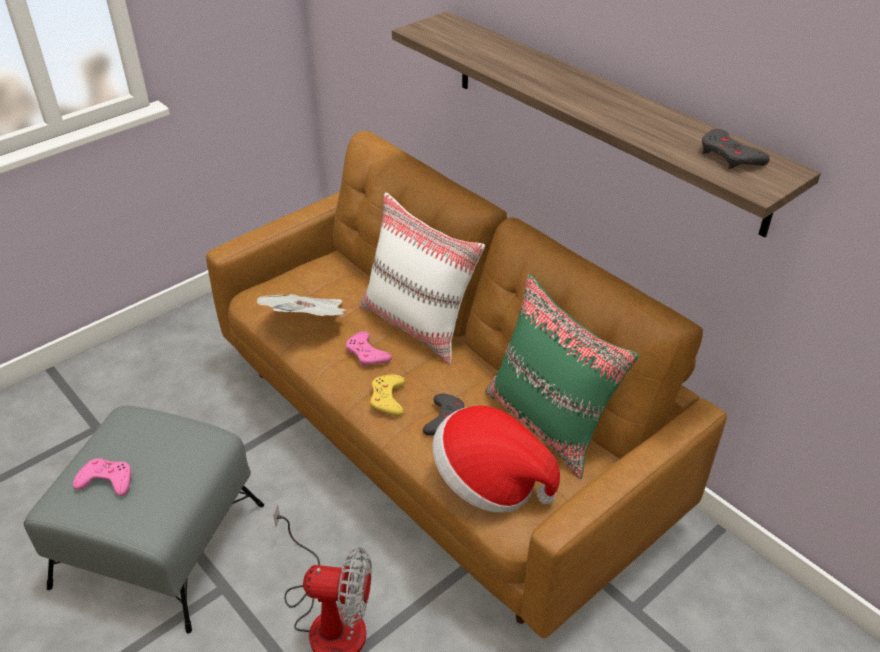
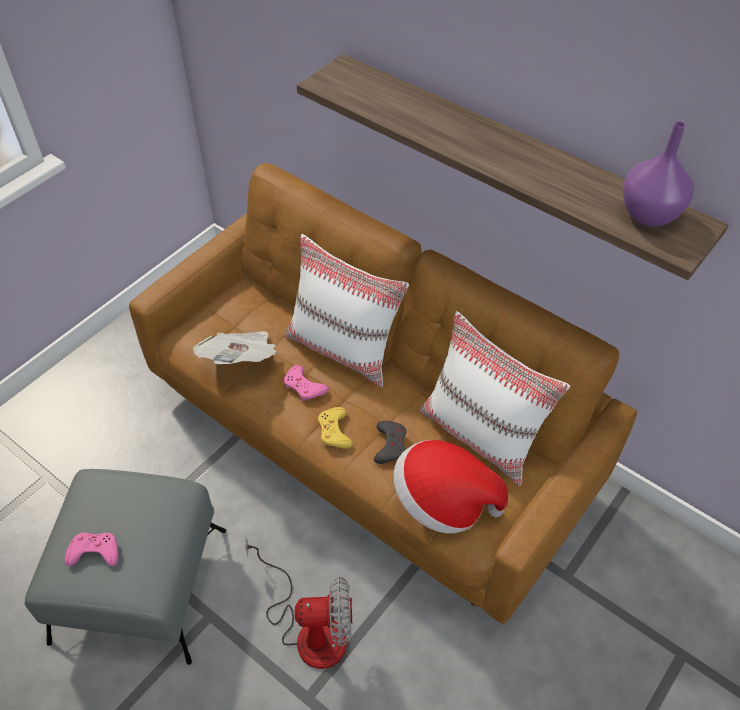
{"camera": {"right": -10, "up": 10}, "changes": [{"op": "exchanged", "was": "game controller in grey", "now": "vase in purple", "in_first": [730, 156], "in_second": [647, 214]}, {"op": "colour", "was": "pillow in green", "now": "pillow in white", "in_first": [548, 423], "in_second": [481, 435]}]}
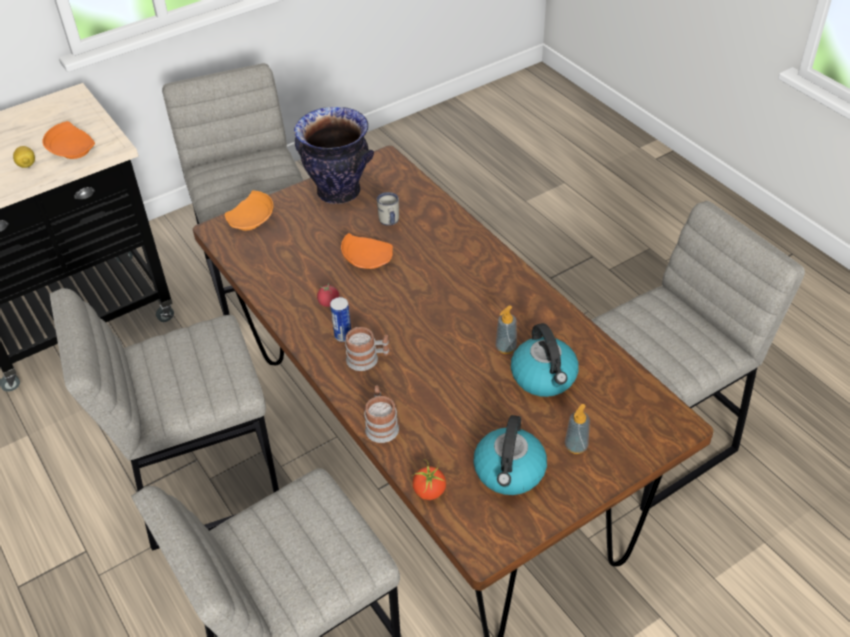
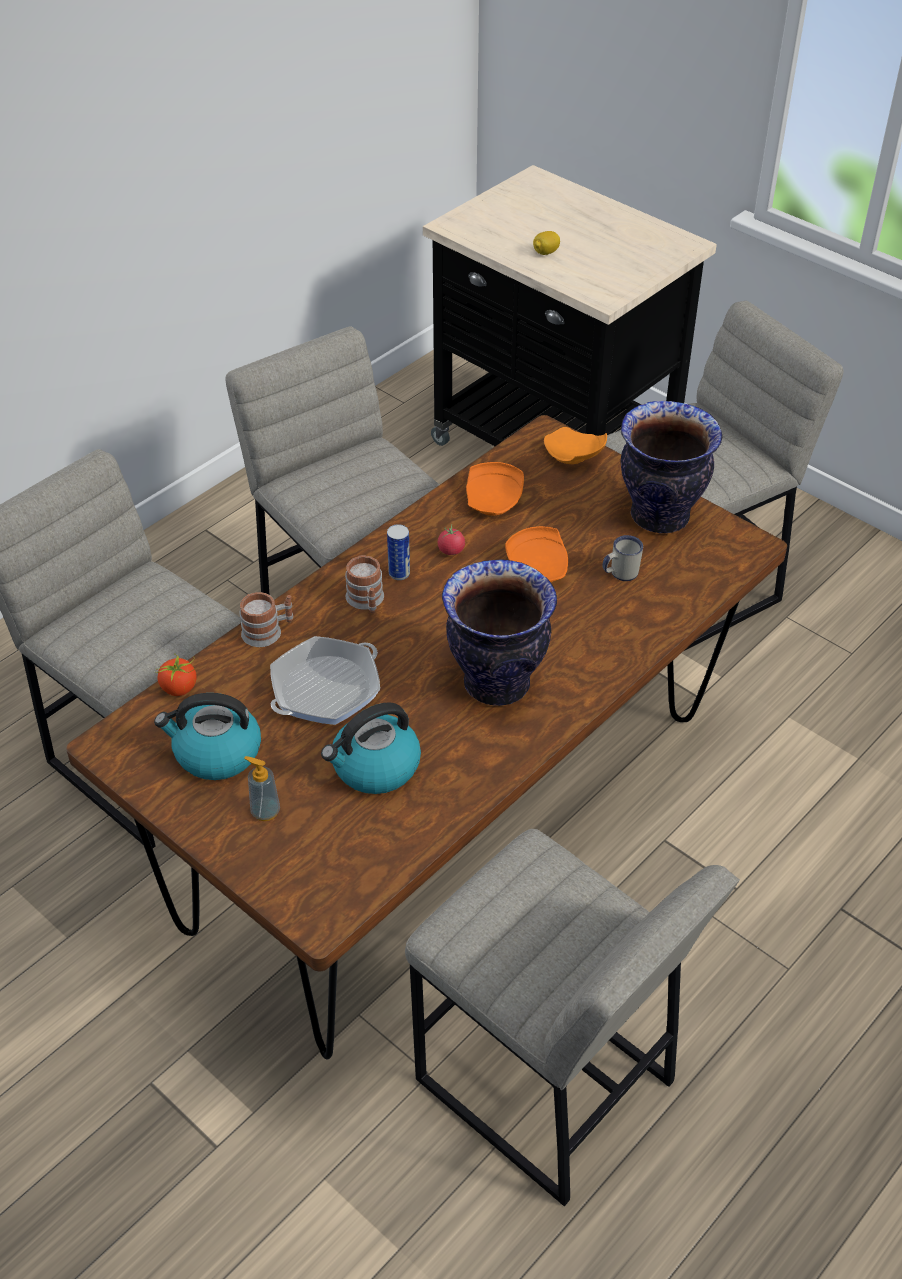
{"camera": {"right": 75, "up": 0}, "changes": [{"op": "missing", "was": "soap dispenser", "in_first": [505, 347]}, {"op": "appeared", "now": "frying pan", "in_second": [325, 688]}, {"op": "appeared", "now": "vase", "in_second": [498, 683]}, {"op": "relocated", "was": "plate in orange", "in_first": [73, 150], "in_second": [494, 500]}]}
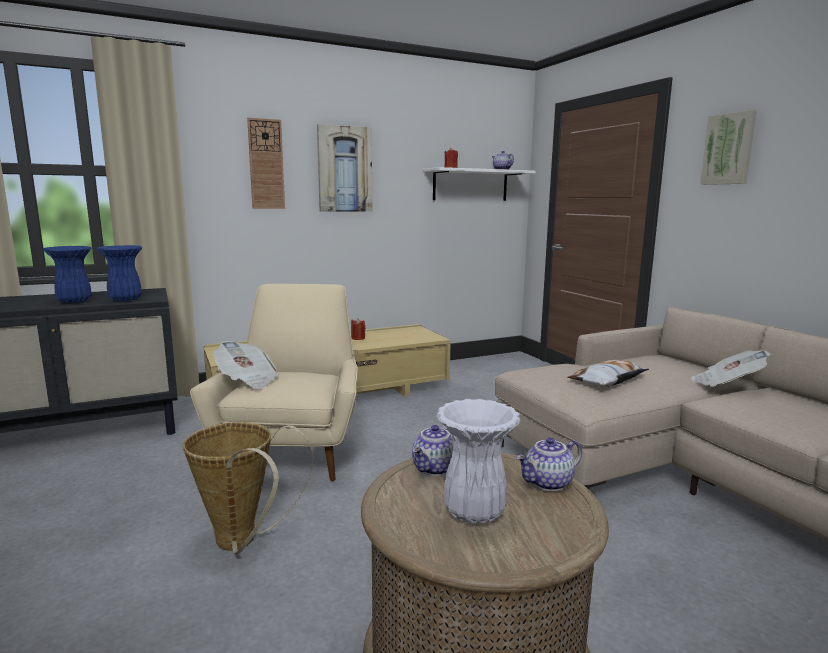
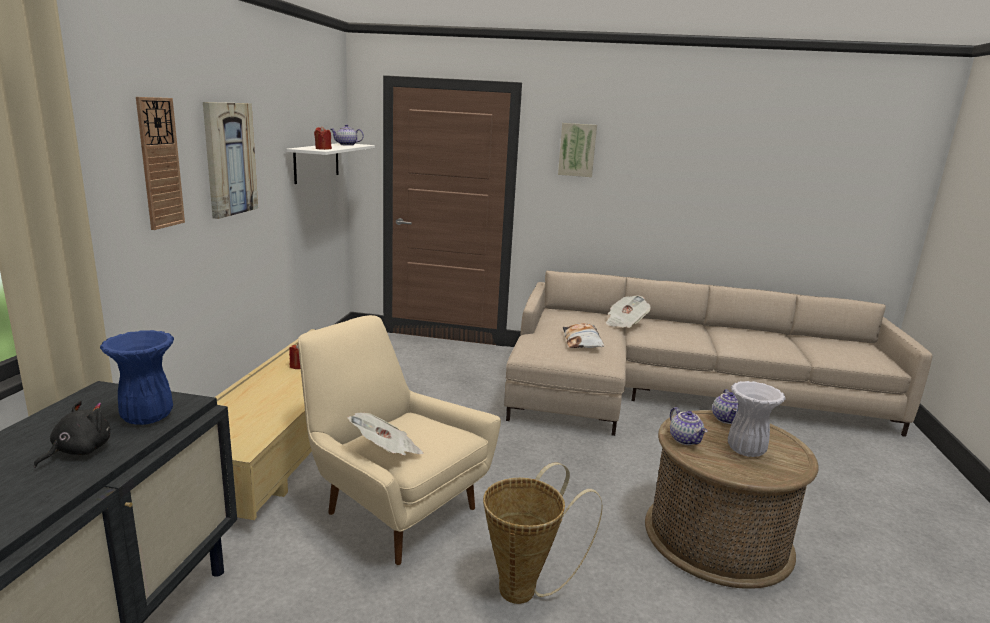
{"camera": {"right": -55, "up": 5}, "changes": [{"op": "exchanged", "was": "vase in blue", "now": "plush toy in black", "in_first": [74, 301], "in_second": [79, 451]}]}
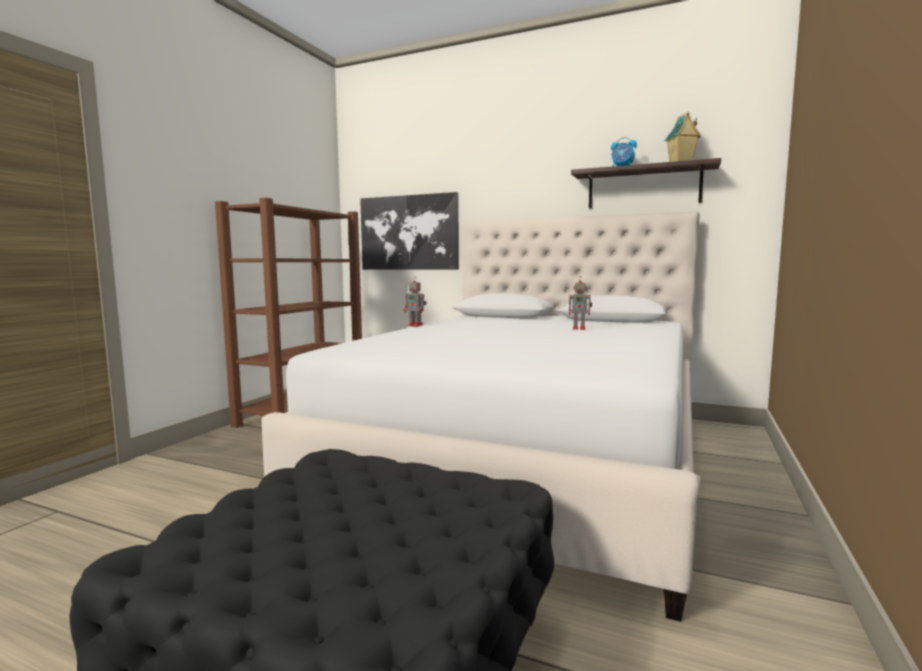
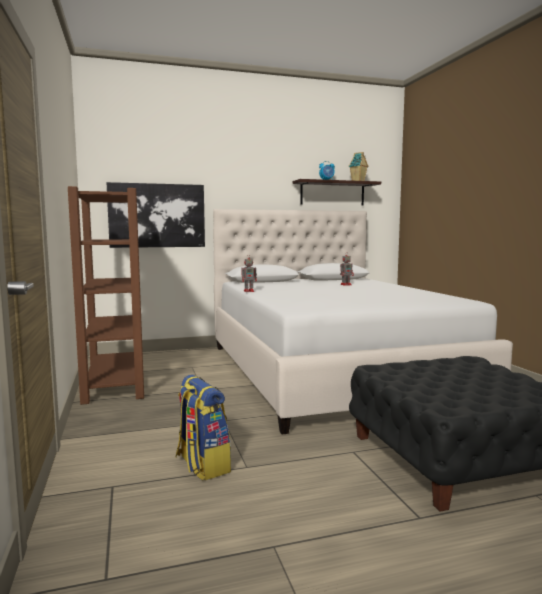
{"camera": {"right": -40, "up": 0}, "changes": [{"op": "appeared", "now": "backpack", "in_second": [202, 465]}]}
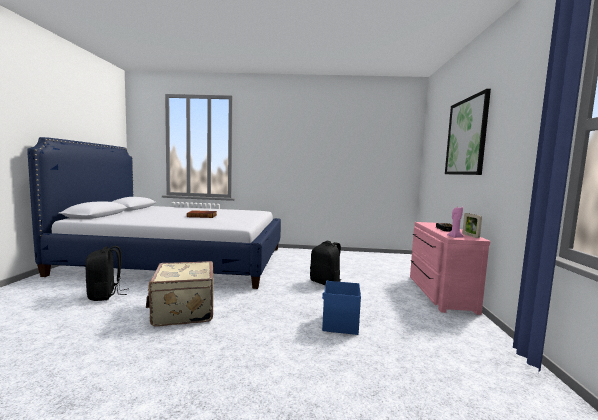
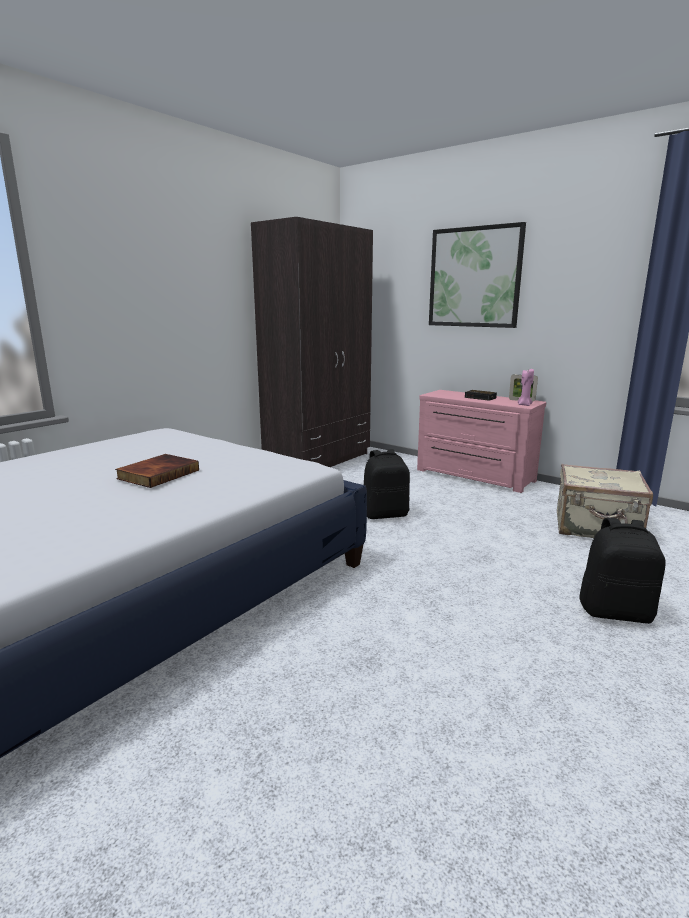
{"camera": {"right": -55, "up": 10}, "changes": [{"op": "missing", "was": "storage box in blue", "in_first": [340, 324]}, {"op": "appeared", "now": "wardrobe in brown", "in_second": [319, 460]}, {"op": "relocated", "was": "backpack in black", "in_first": [105, 295], "in_second": [616, 612]}, {"op": "relocated", "was": "suitcase in beige", "in_first": [183, 311], "in_second": [597, 528]}]}
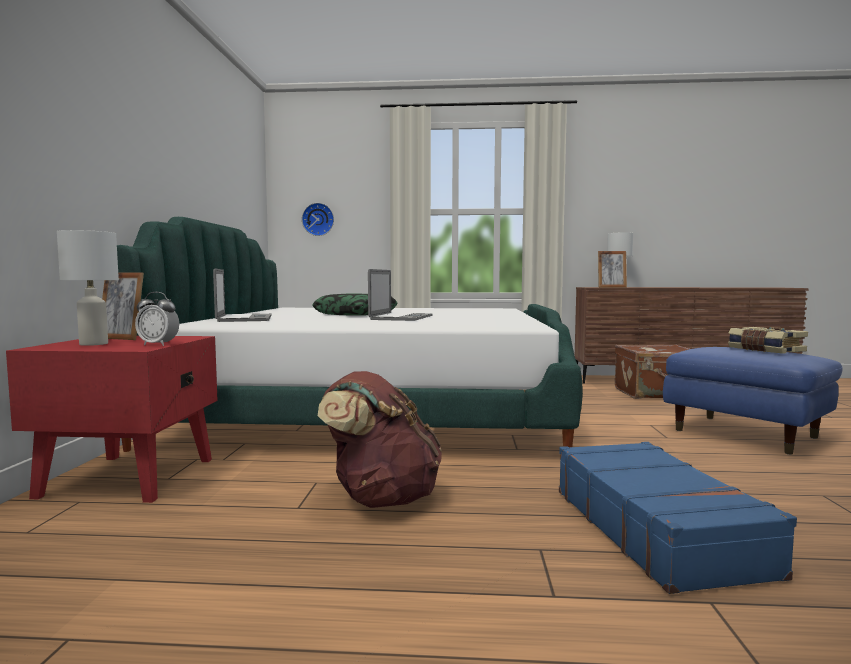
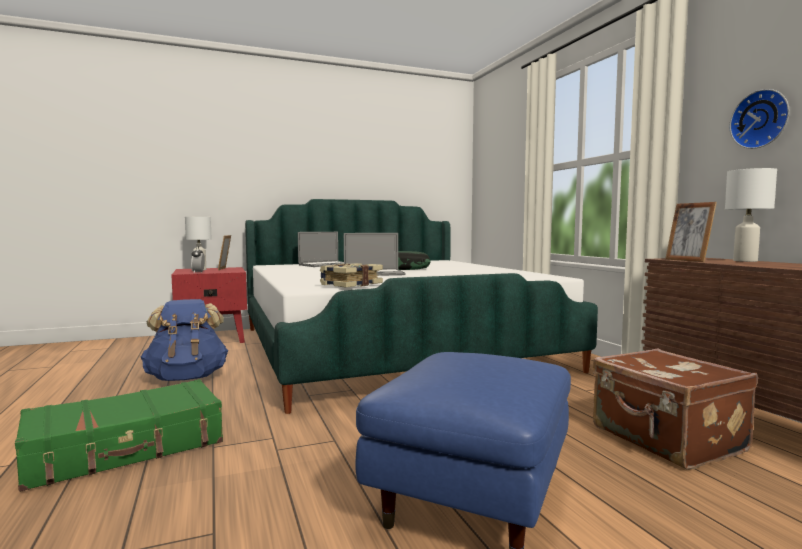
{"camera": {"right": 65, "up": 0}, "changes": [{"op": "relocated", "was": "wall clock", "in_first": [318, 219], "in_second": [761, 119]}, {"op": "relocated", "was": "book", "in_first": [765, 350], "in_second": [350, 284]}, {"op": "colour", "was": "backpack in brown", "now": "backpack in blue", "in_first": [381, 498], "in_second": [187, 378]}, {"op": "colour", "was": "suitcase in blue", "now": "suitcase in green", "in_first": [656, 529], "in_second": [126, 448]}]}
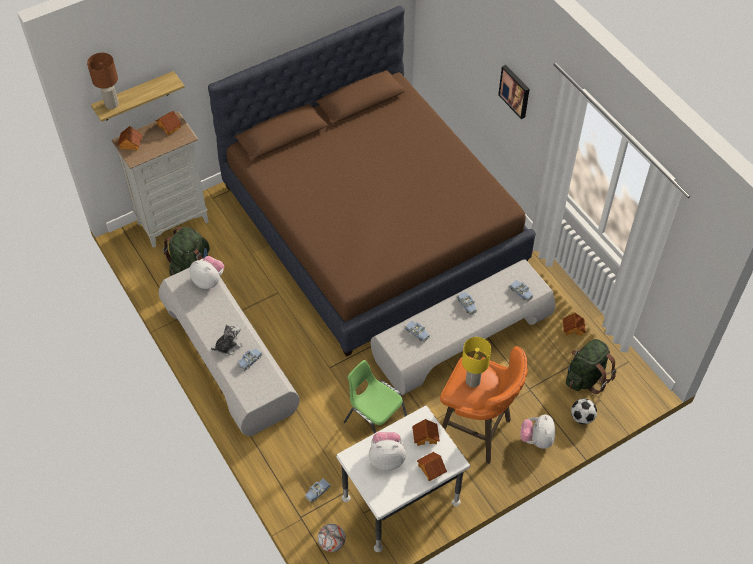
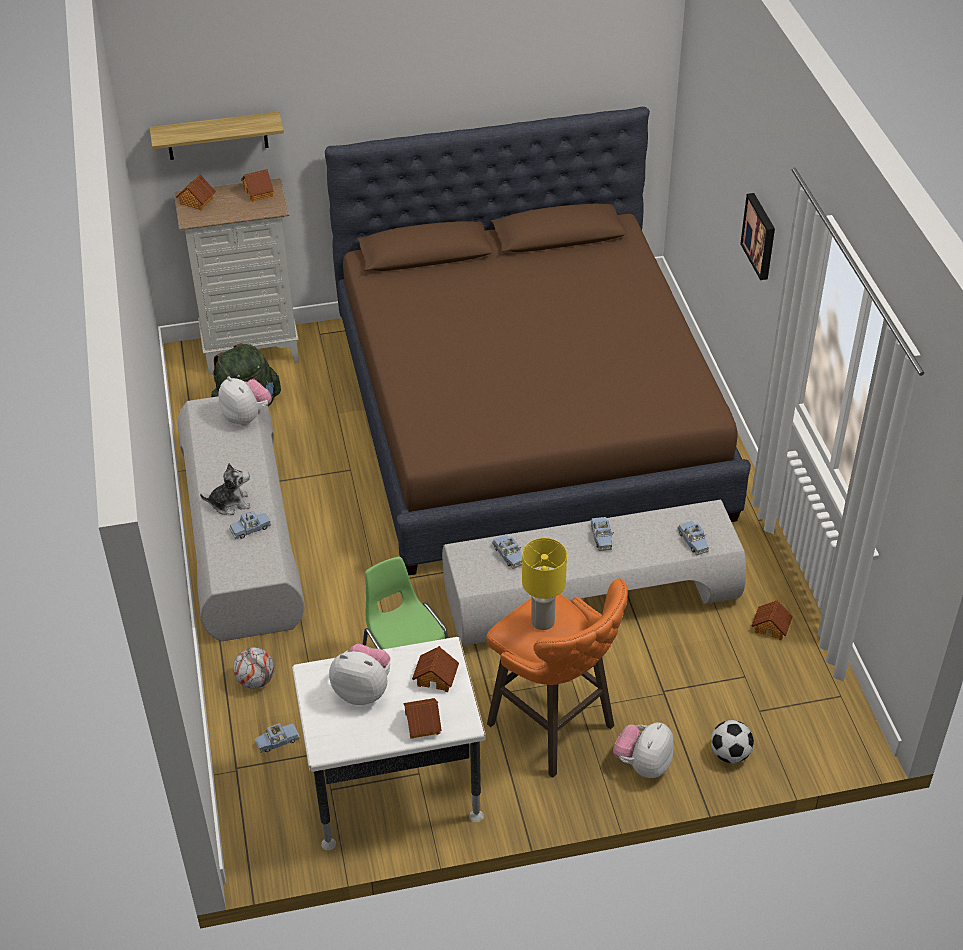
{"camera": {"right": 20, "up": -10}, "changes": [{"op": "missing", "was": "table lamp in brown", "in_first": [112, 104]}, {"op": "missing", "was": "backpack in green", "in_first": [586, 377]}, {"op": "relocated", "was": "football", "in_first": [332, 543], "in_second": [256, 680]}]}
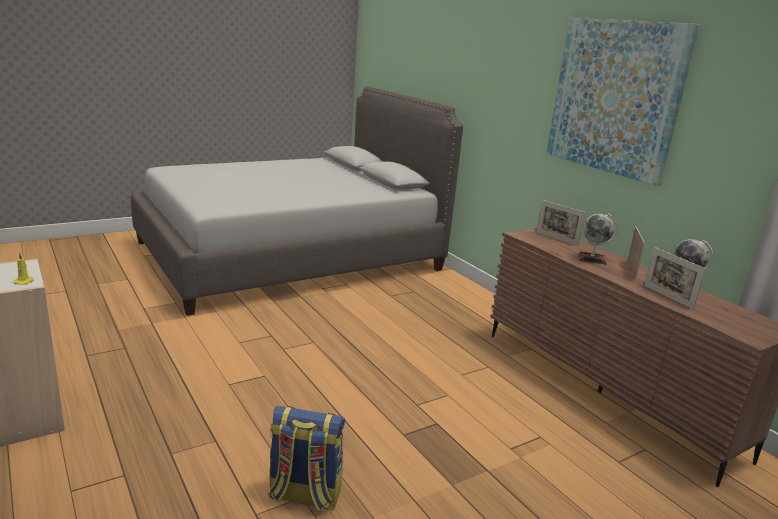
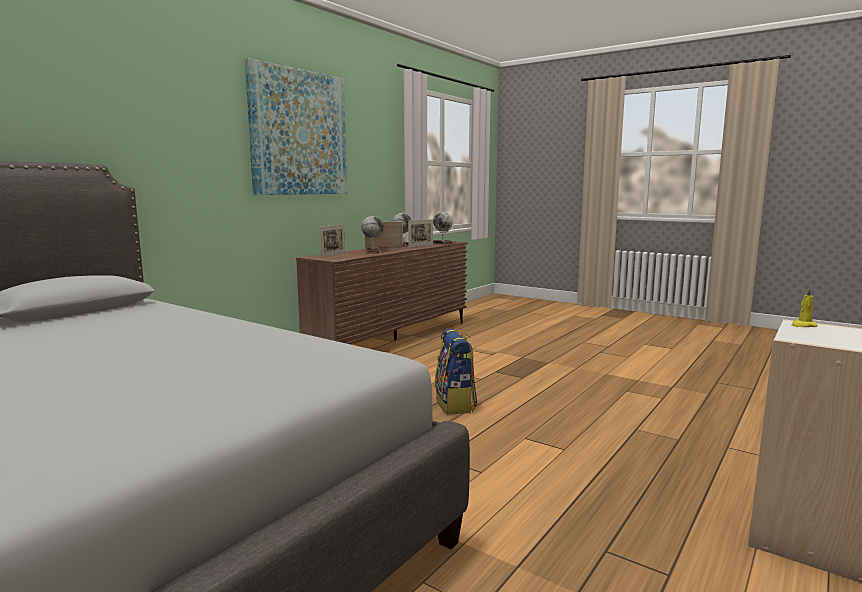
{"camera": {"right": -110, "up": -10}, "changes": [{"op": "appeared", "now": "globe", "in_second": [442, 243]}, {"op": "relocated", "was": "backpack", "in_first": [304, 495], "in_second": [455, 404]}]}
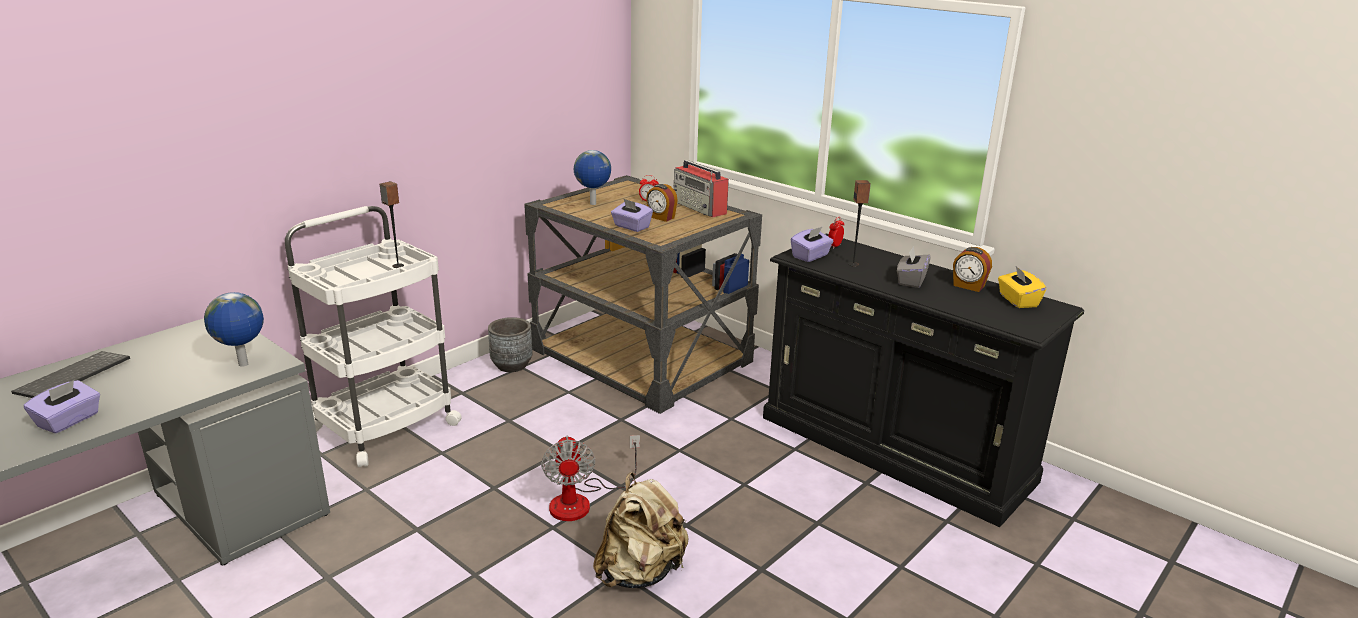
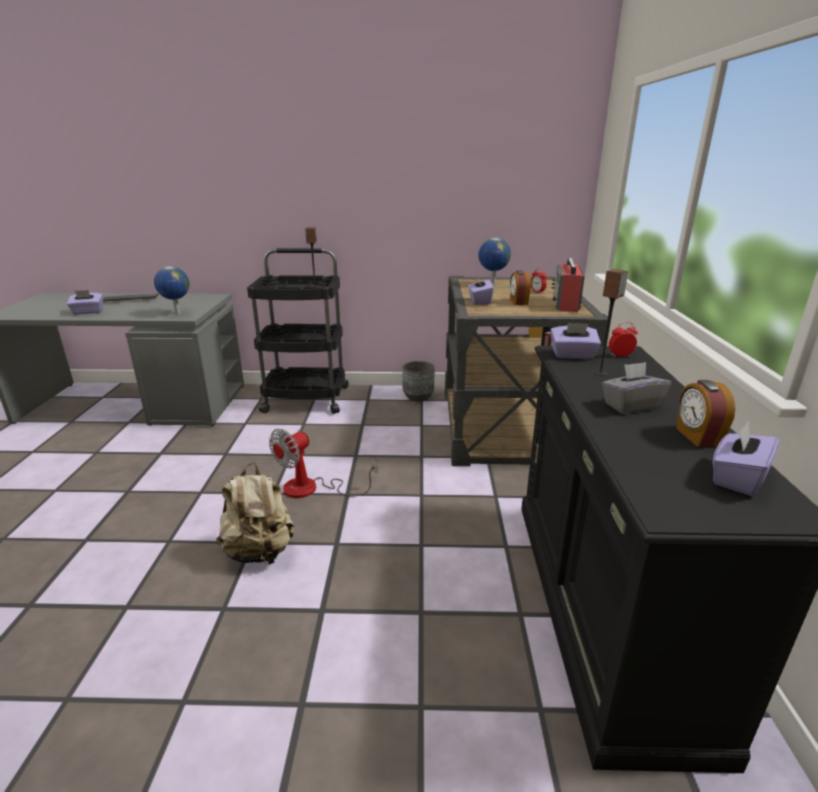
{"camera": {"right": 50, "up": 0}, "changes": [{"op": "colour", "was": "cart in white", "now": "cart in black", "in_first": [386, 427], "in_second": [305, 399]}, {"op": "colour", "was": "tissue box in yellow", "now": "tissue box in purple", "in_first": [1017, 301], "in_second": [737, 478]}]}
